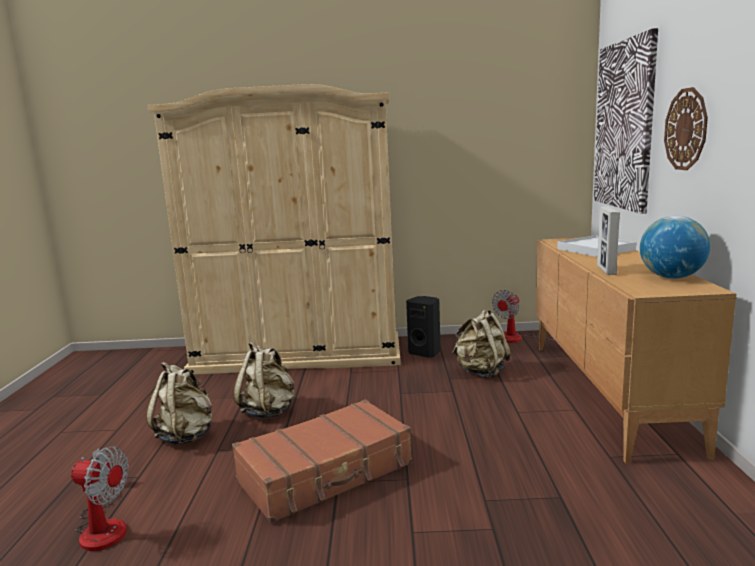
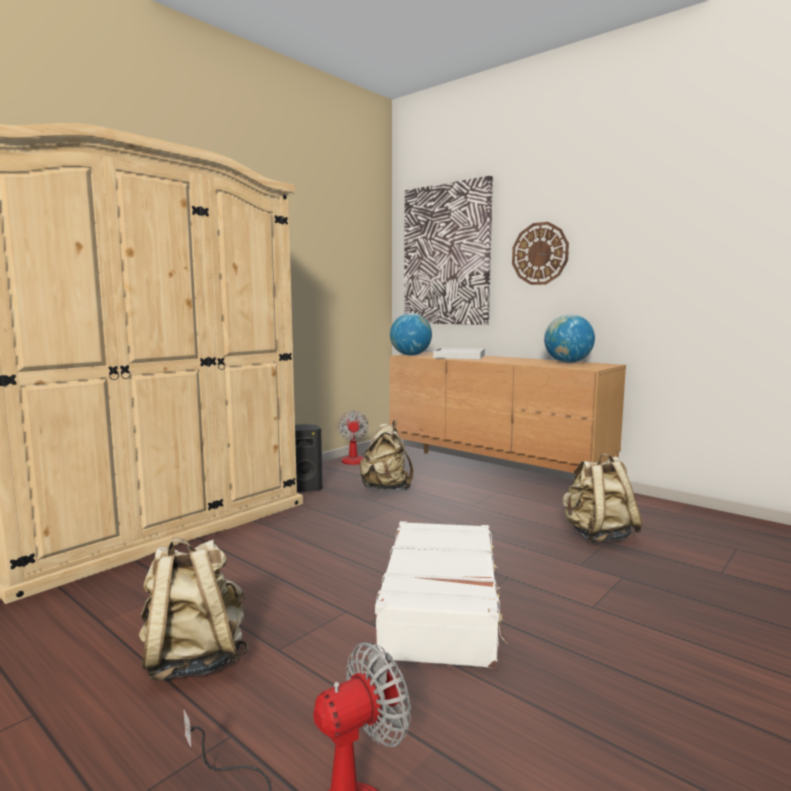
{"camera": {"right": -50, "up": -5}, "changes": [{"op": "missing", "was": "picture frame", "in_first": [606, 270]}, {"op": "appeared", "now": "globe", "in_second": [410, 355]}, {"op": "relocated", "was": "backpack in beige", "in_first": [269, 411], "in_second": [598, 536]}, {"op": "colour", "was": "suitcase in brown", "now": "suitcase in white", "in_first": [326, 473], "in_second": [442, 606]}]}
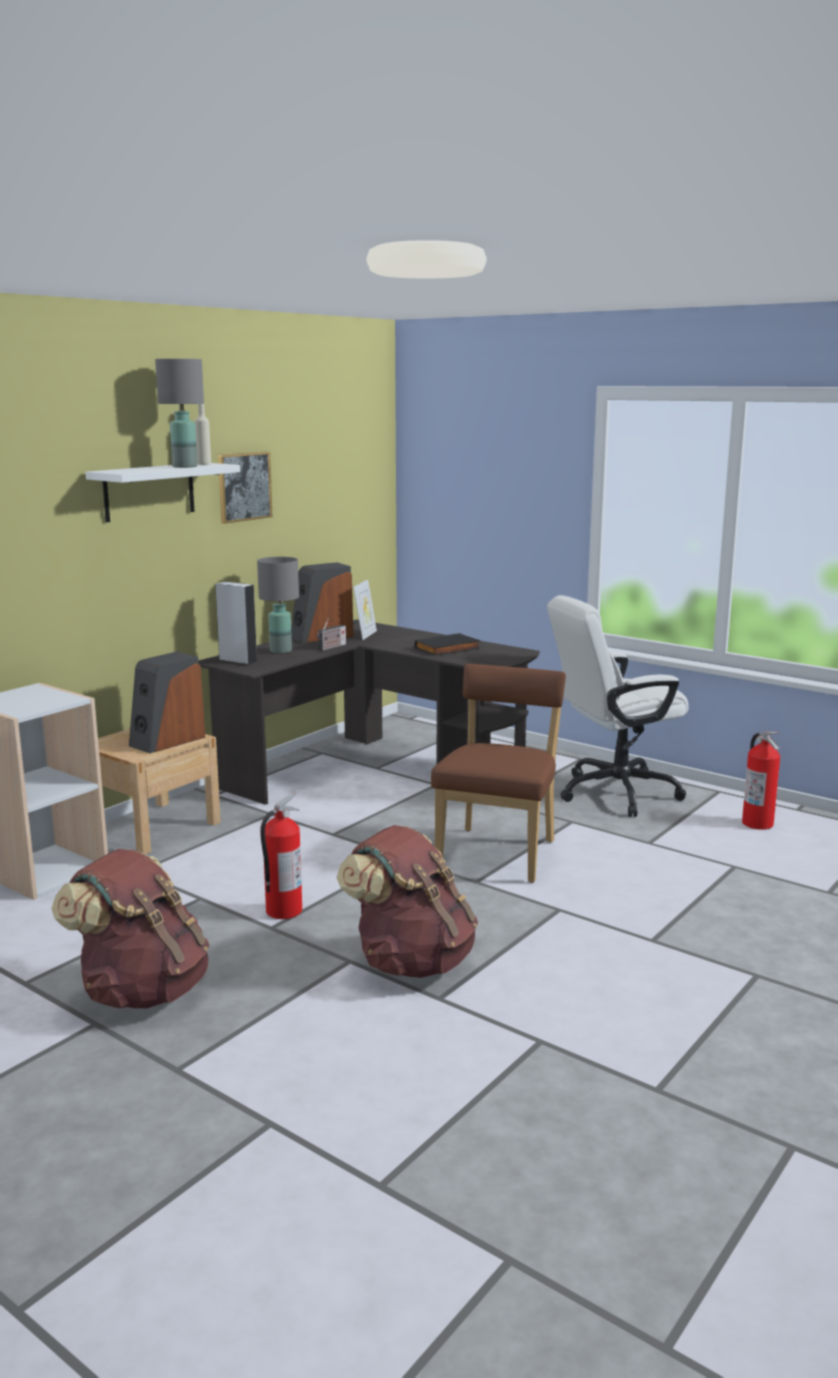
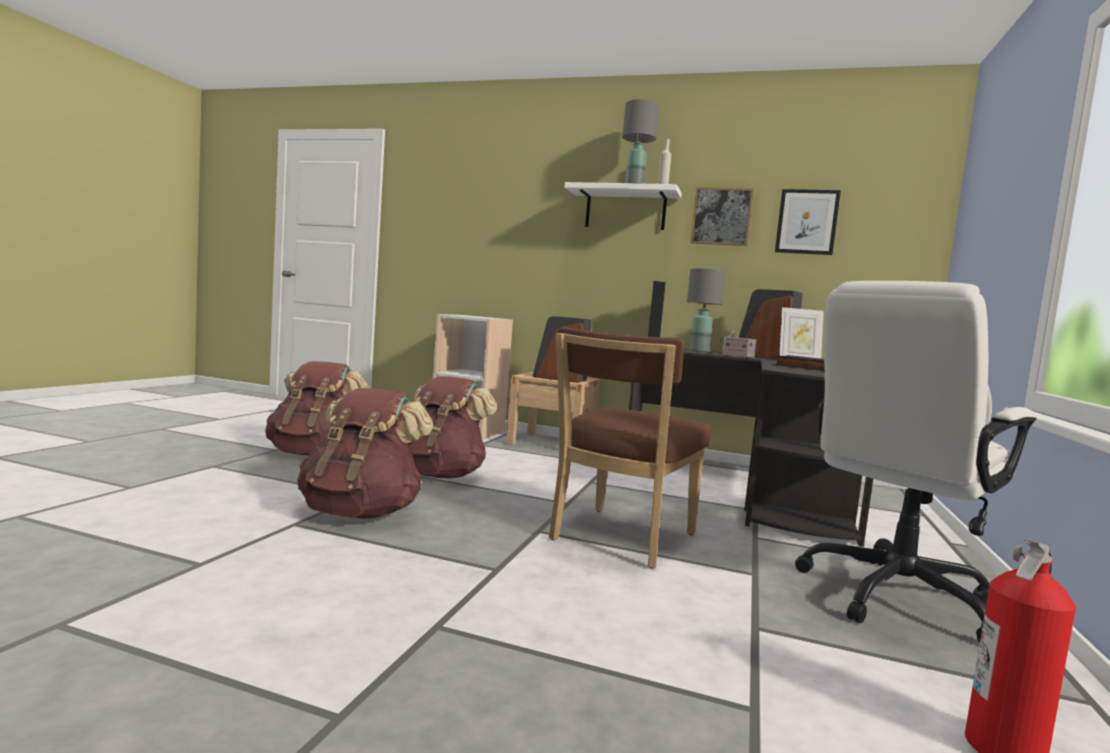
{"camera": {"right": 70, "up": -10}, "changes": [{"op": "appeared", "now": "picture", "in_second": [806, 222]}, {"op": "exchanged", "was": "fire extinguisher", "now": "backpack in brown", "in_first": [283, 911], "in_second": [439, 475]}, {"op": "spun", "was": "chair in brown", "in_first": [499, 852], "in_second": [619, 539], "clockwise": 120}, {"op": "spun", "was": "office chair in white", "in_first": [612, 794], "in_second": [893, 600], "clockwise": -90}]}
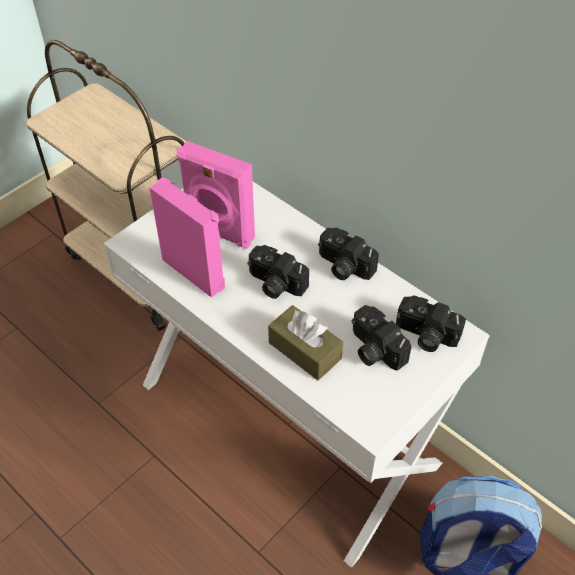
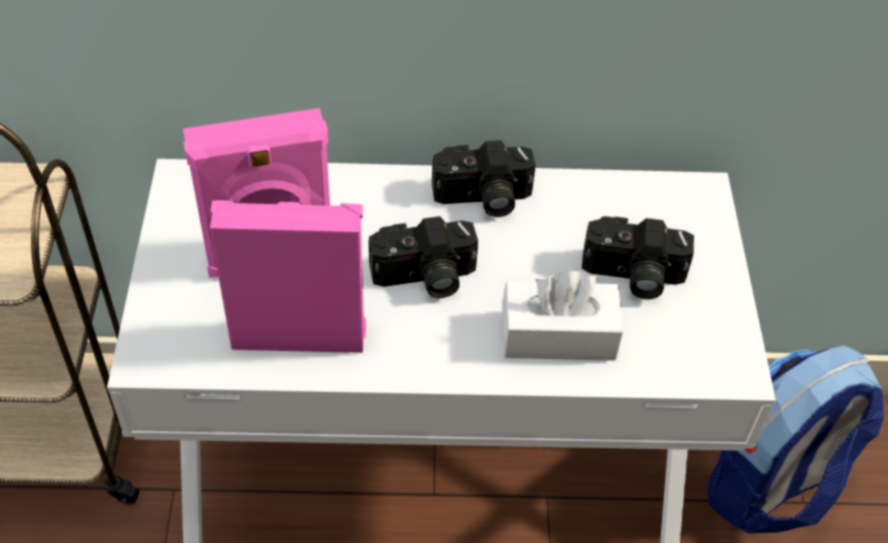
{"camera": {"right": -45, "up": 0}, "changes": [{"op": "missing", "was": "photo camera", "in_first": [425, 335]}, {"op": "colour", "was": "tissue box in brown", "now": "tissue box in white", "in_first": [304, 350], "in_second": [558, 335]}]}
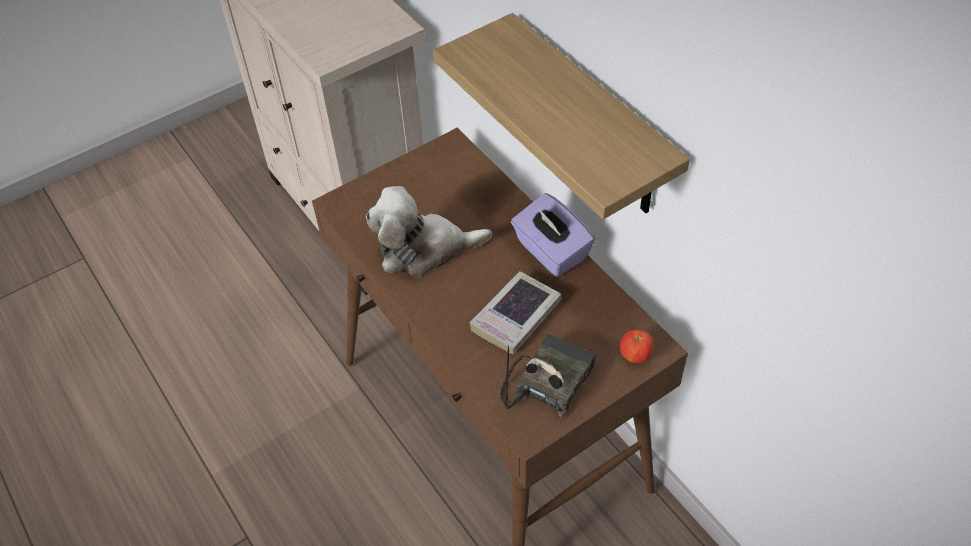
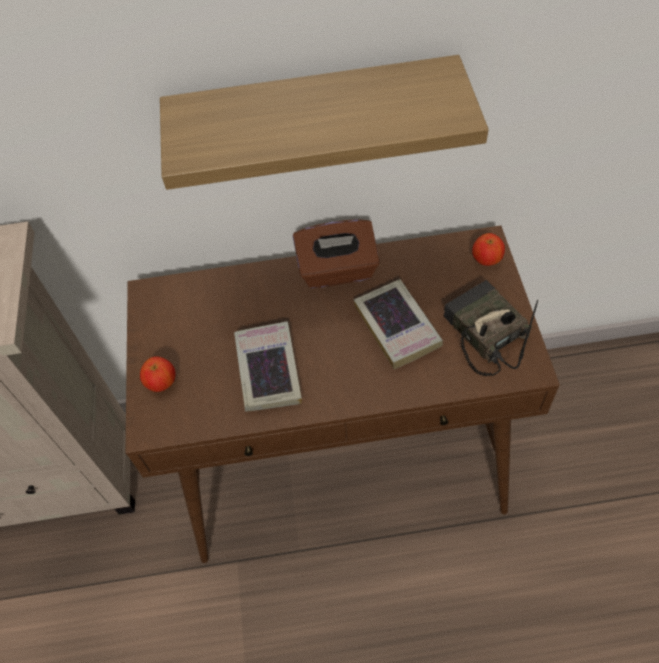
{"camera": {"right": -60, "up": 5}, "changes": [{"op": "appeared", "now": "apple", "in_second": [162, 382]}, {"op": "exchanged", "was": "plush toy", "now": "book", "in_first": [424, 249], "in_second": [268, 370]}, {"op": "colour", "was": "tissue box in purple", "now": "tissue box in brown", "in_first": [550, 251], "in_second": [337, 271]}]}
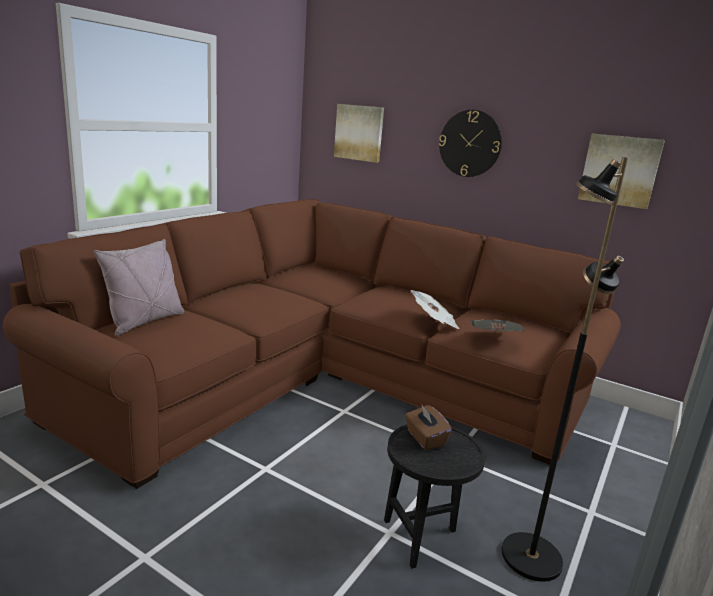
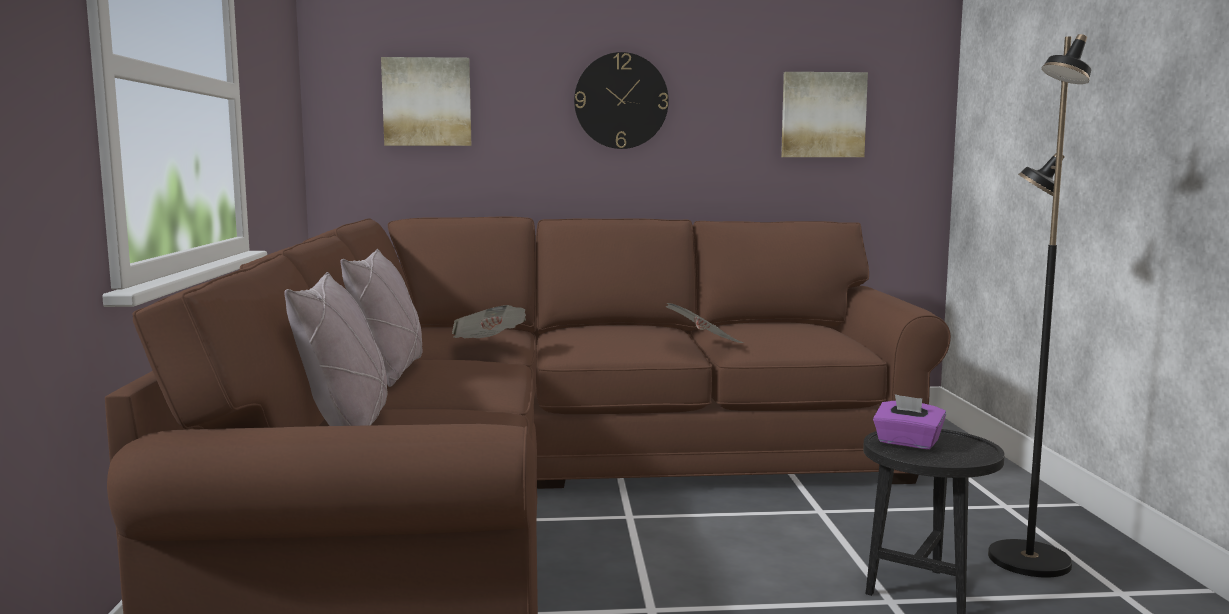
{"camera": {"right": -35, "up": -10}, "changes": [{"op": "appeared", "now": "pillow in purple", "in_second": [390, 372]}, {"op": "relocated", "was": "newspaper", "in_first": [494, 339], "in_second": [489, 344]}, {"op": "colour", "was": "tissue box in brown", "now": "tissue box in purple", "in_first": [425, 439], "in_second": [907, 442]}]}
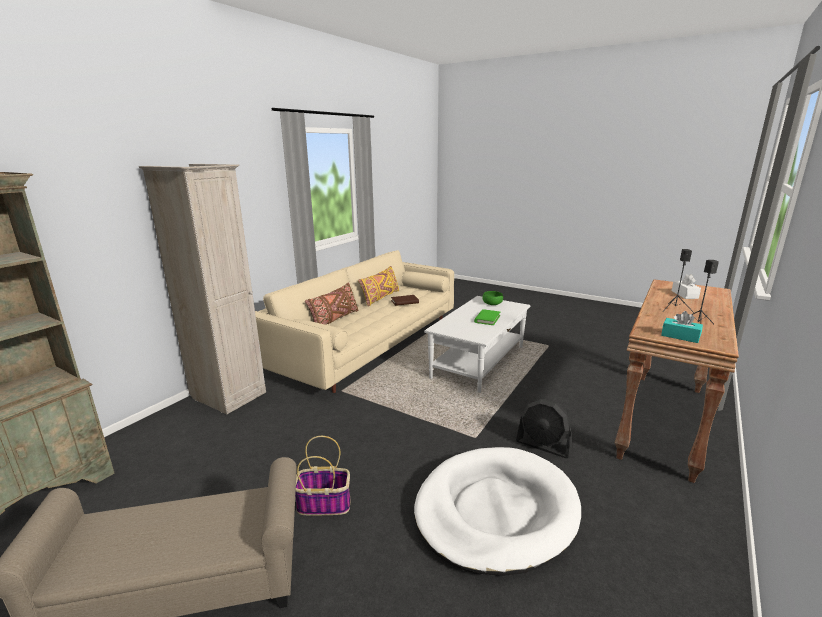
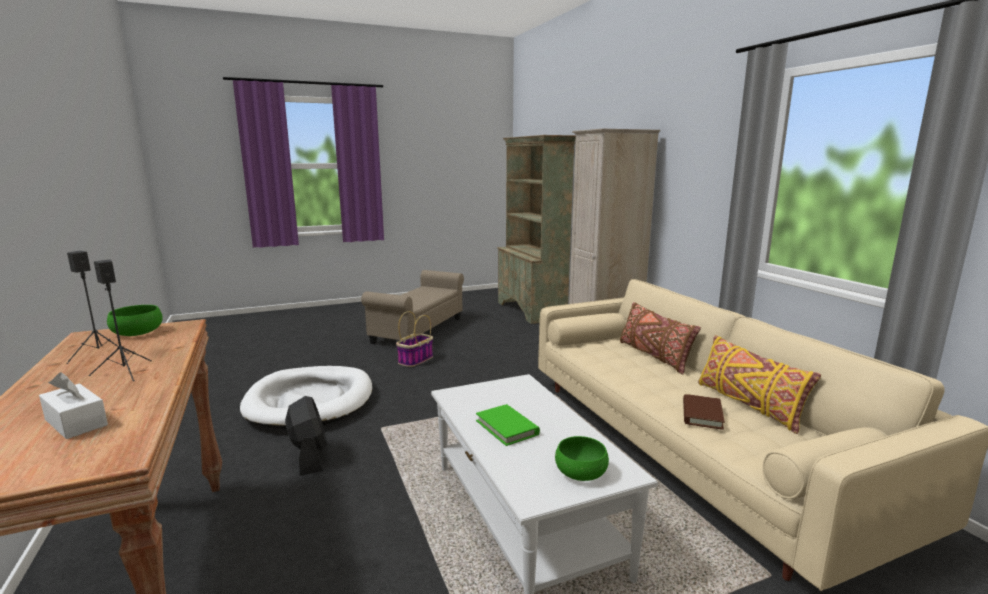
{"camera": {"right": 125, "up": -5}, "changes": [{"op": "exchanged", "was": "tissue box in turquoise", "now": "bowl in green", "in_first": [680, 336], "in_second": [137, 332]}, {"op": "spun", "was": "fan in black", "in_first": [543, 445], "in_second": [309, 457], "clockwise": 90}]}
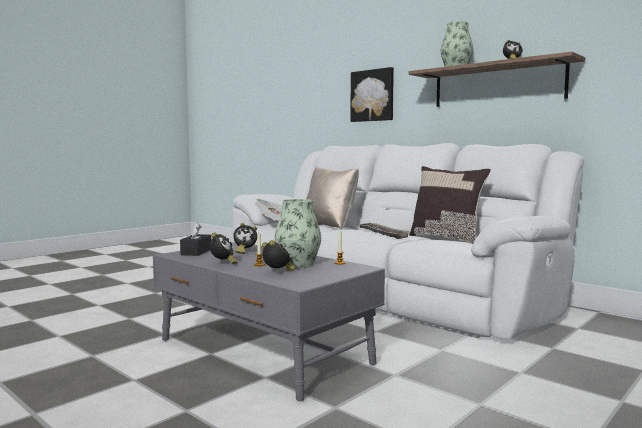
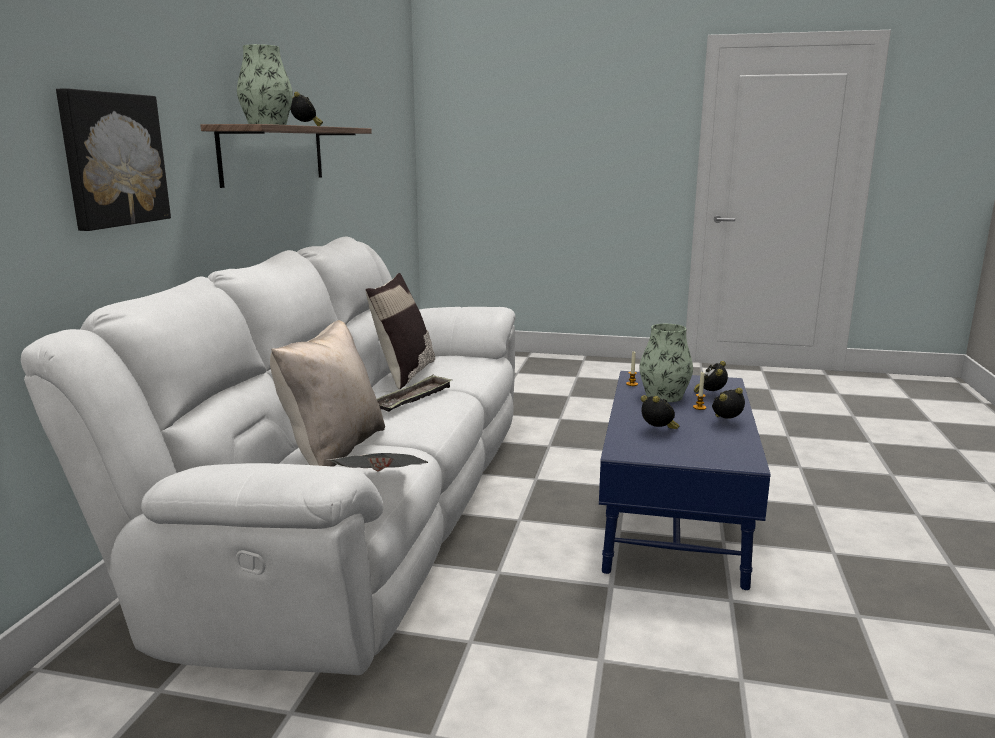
{"camera": {"right": -120, "up": 10}, "changes": [{"op": "missing", "was": "tissue box in black", "in_first": [196, 252]}, {"op": "colour", "was": "coffee table in grey", "now": "coffee table in blue", "in_first": [264, 352], "in_second": [673, 515]}]}
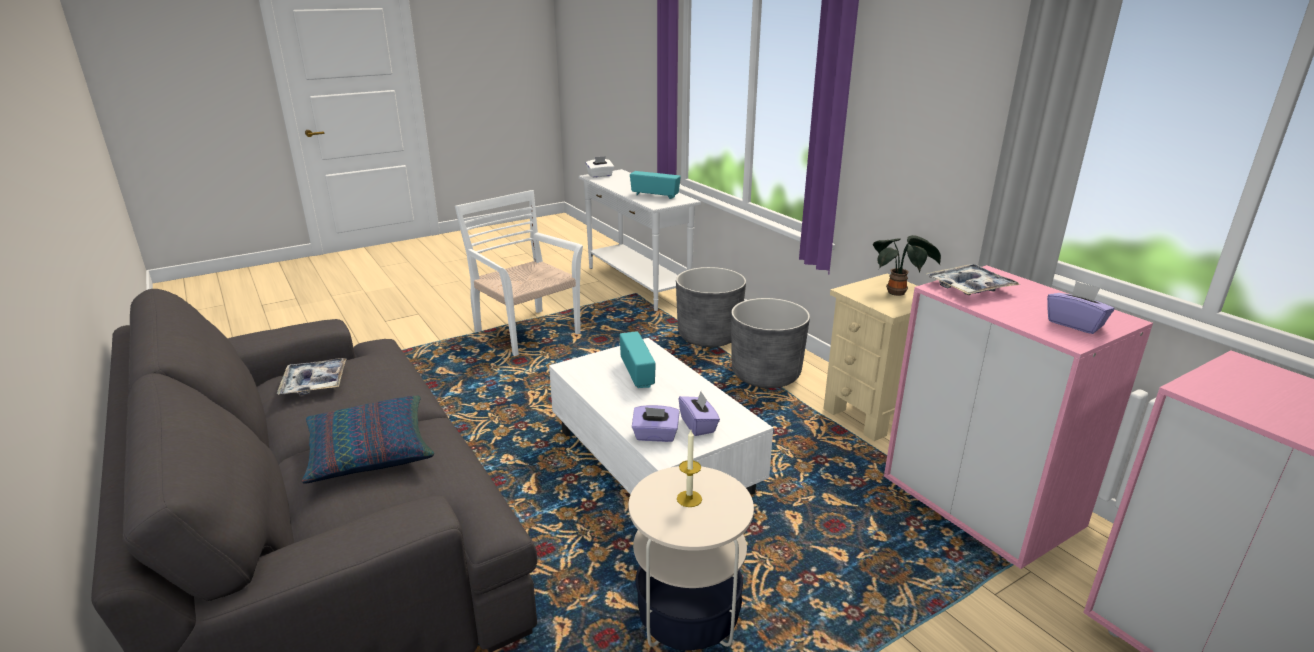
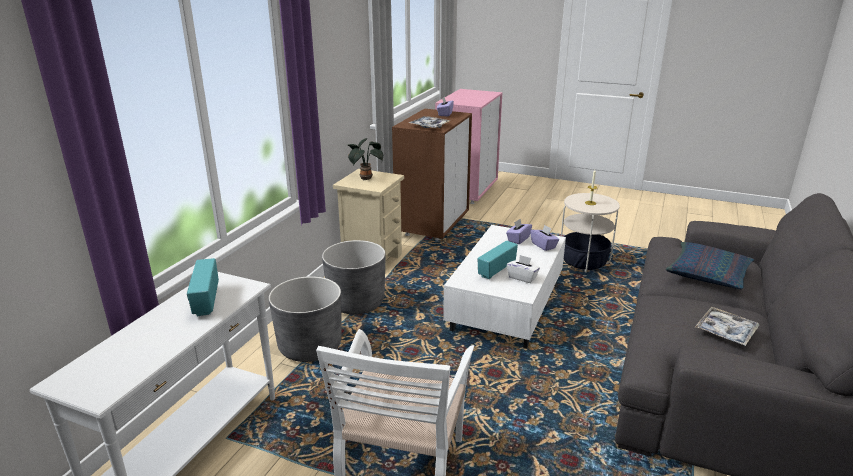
{"camera": {"right": -125, "up": 0}, "changes": [{"op": "relocated", "was": "tissue box in white", "in_first": [600, 175], "in_second": [522, 277]}, {"op": "colour", "was": "cabinet in pink", "now": "cabinet in brown", "in_first": [979, 513], "in_second": [433, 226]}]}
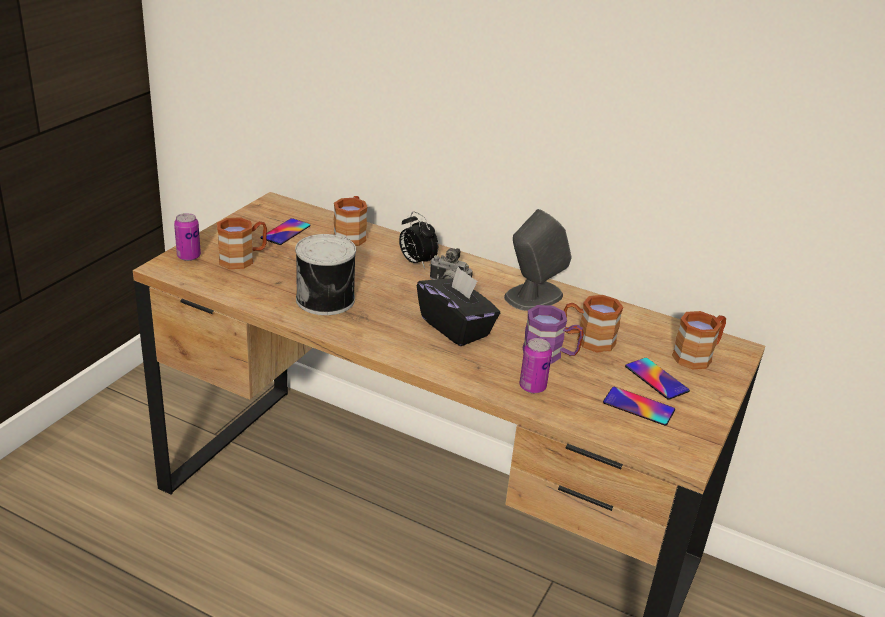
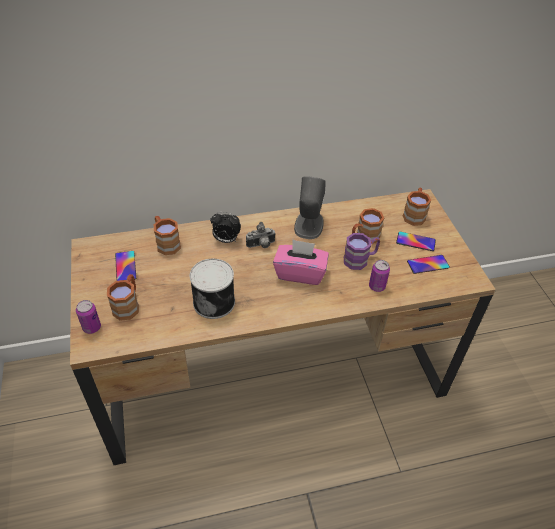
{"camera": {"right": -40, "up": 15}, "changes": [{"op": "colour", "was": "tissue box in black", "now": "tissue box in pink", "in_first": [456, 327], "in_second": [300, 273]}]}
